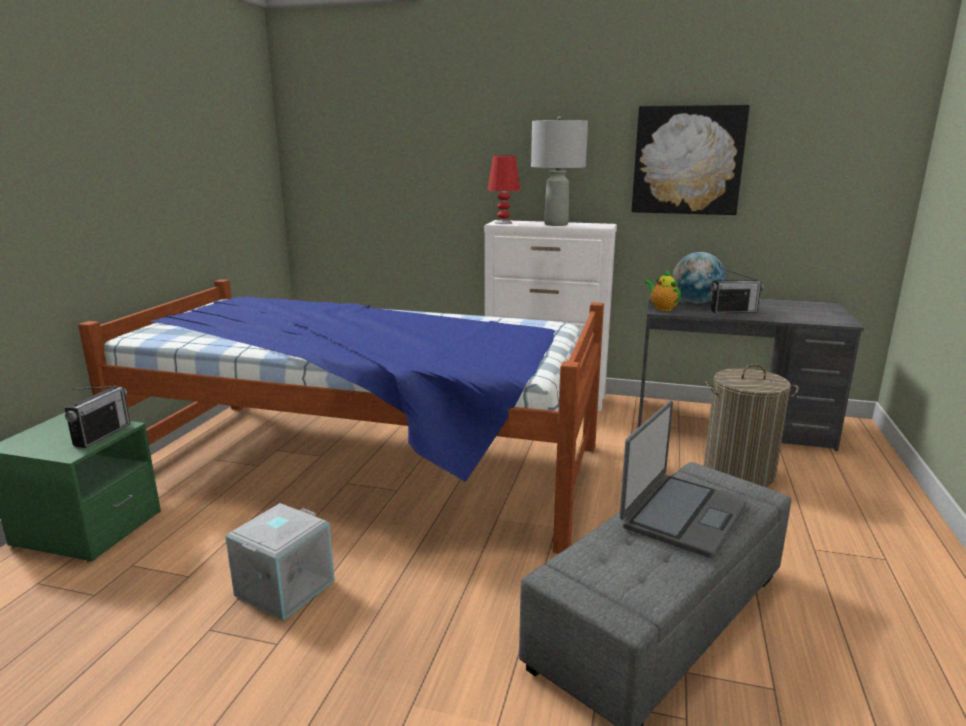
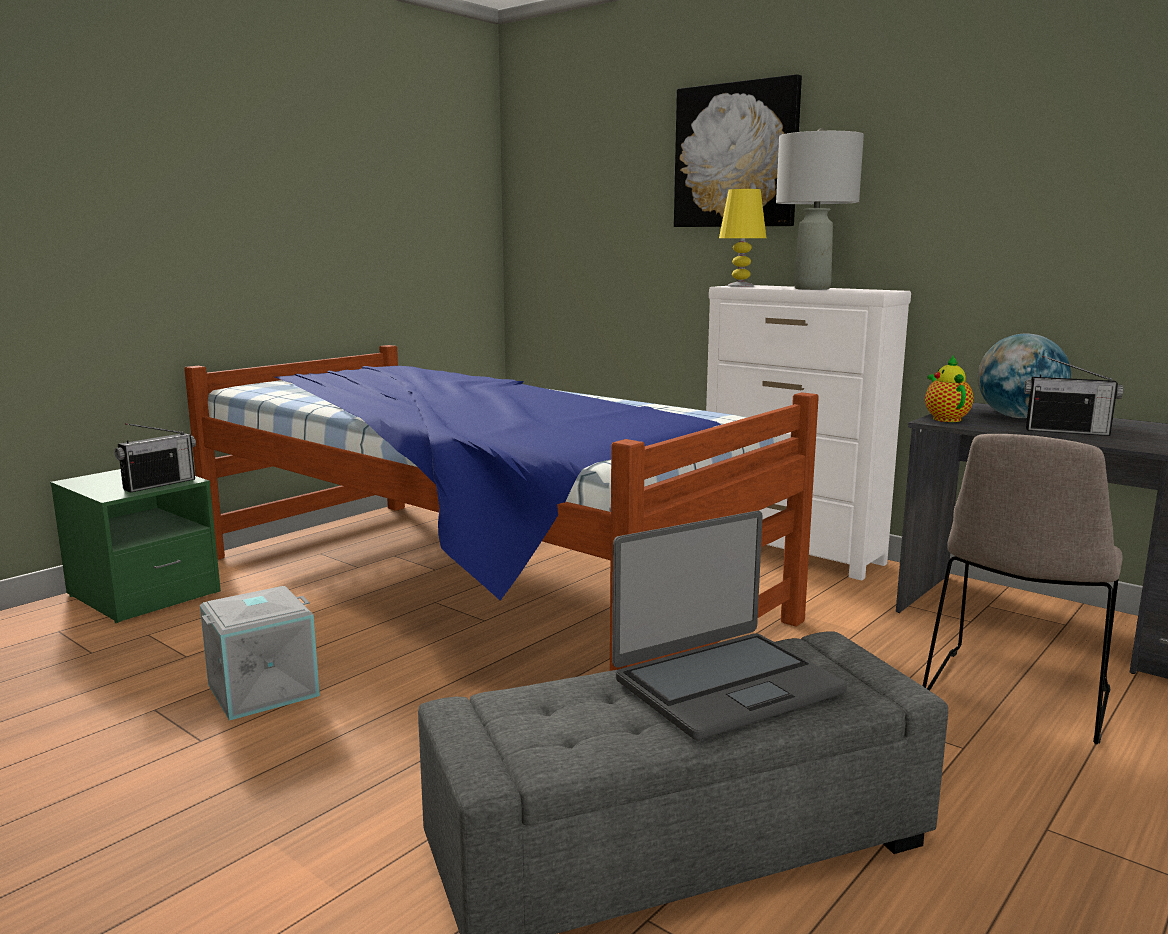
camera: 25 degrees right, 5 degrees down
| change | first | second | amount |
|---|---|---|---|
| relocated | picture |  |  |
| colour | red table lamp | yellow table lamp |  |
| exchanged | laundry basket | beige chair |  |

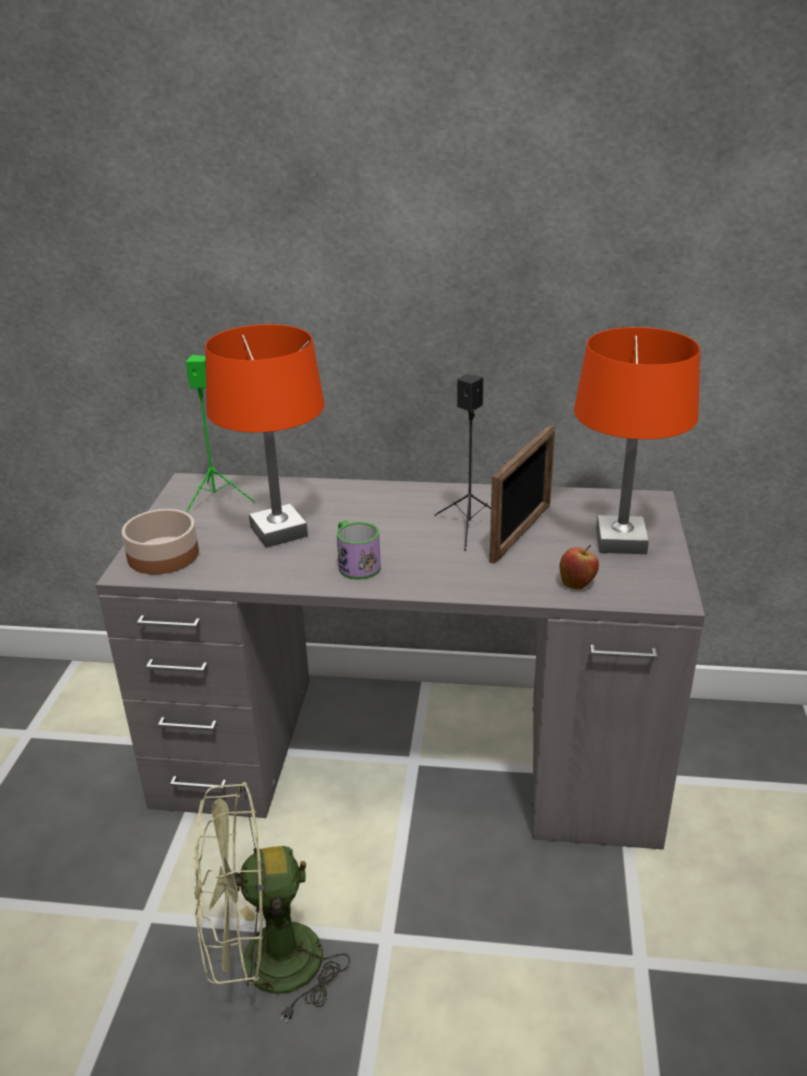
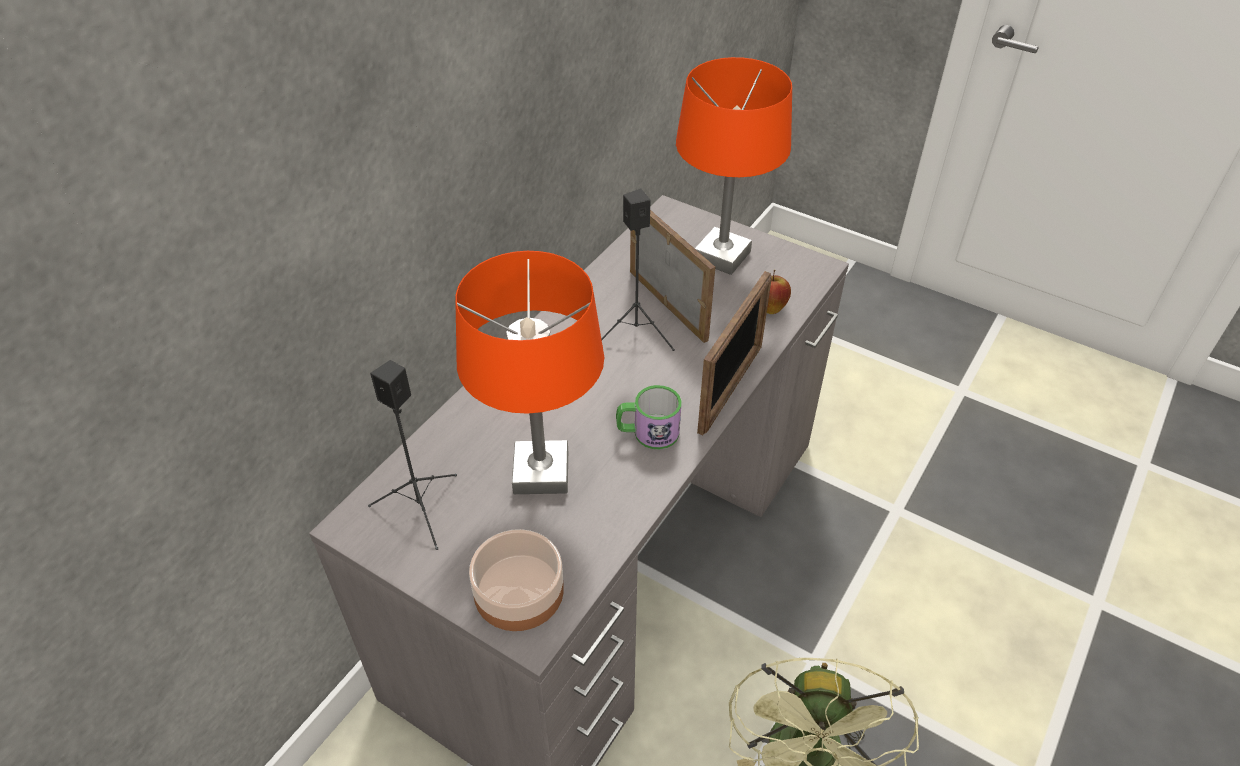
camera: 65 degrees left, 15 degrees up
| change | first | second | amount |
|---|---|---|---|
| colour | green speaker | black speaker (no. 1 from left) |  |
| appeared |  | picture frame (no. 2 from left) |  |

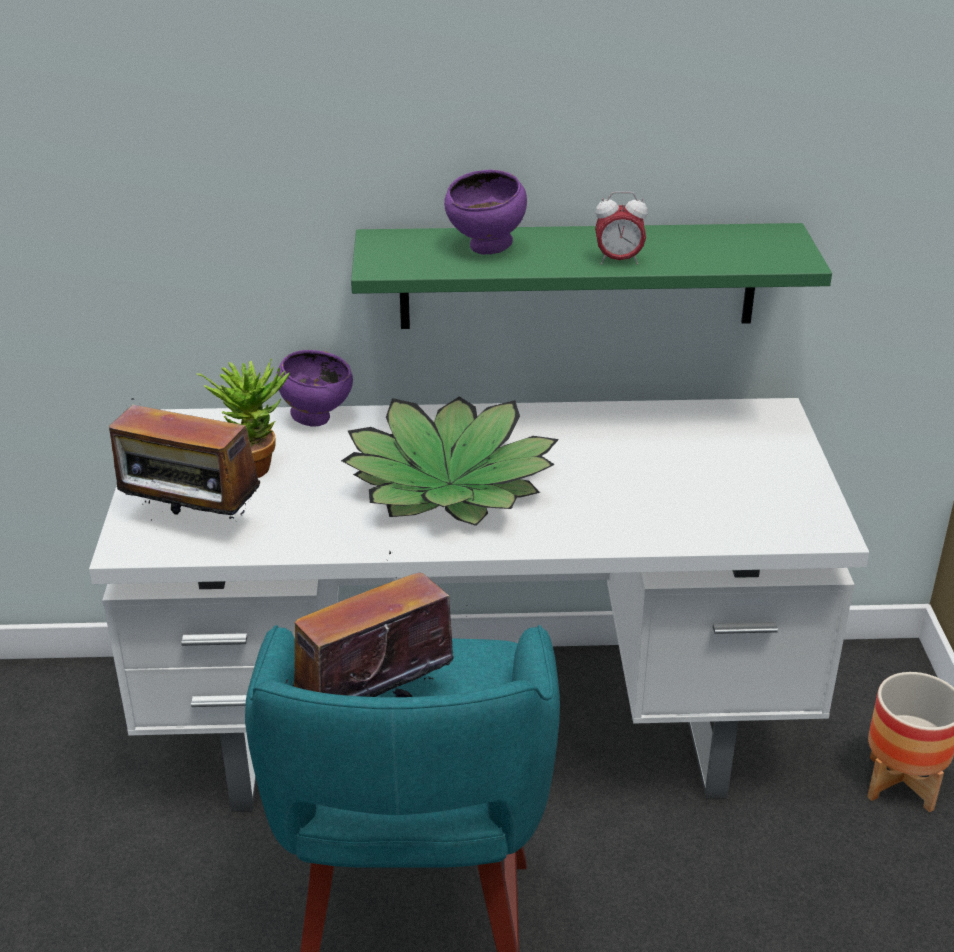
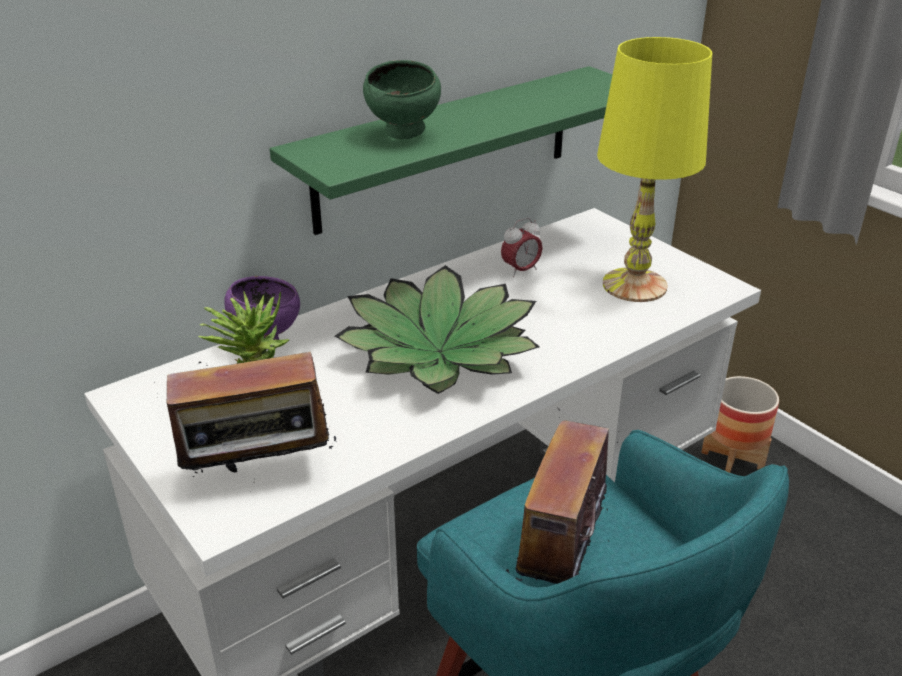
camera: 35 degrees left, 0 degrees up
| change | first | second | amount |
|---|---|---|---|
| colour | purple bowl (no. 2 from left) | green bowl |  |
| relocated | alarm clock |  |  |
| appeared |  | yellow table lamp |  |

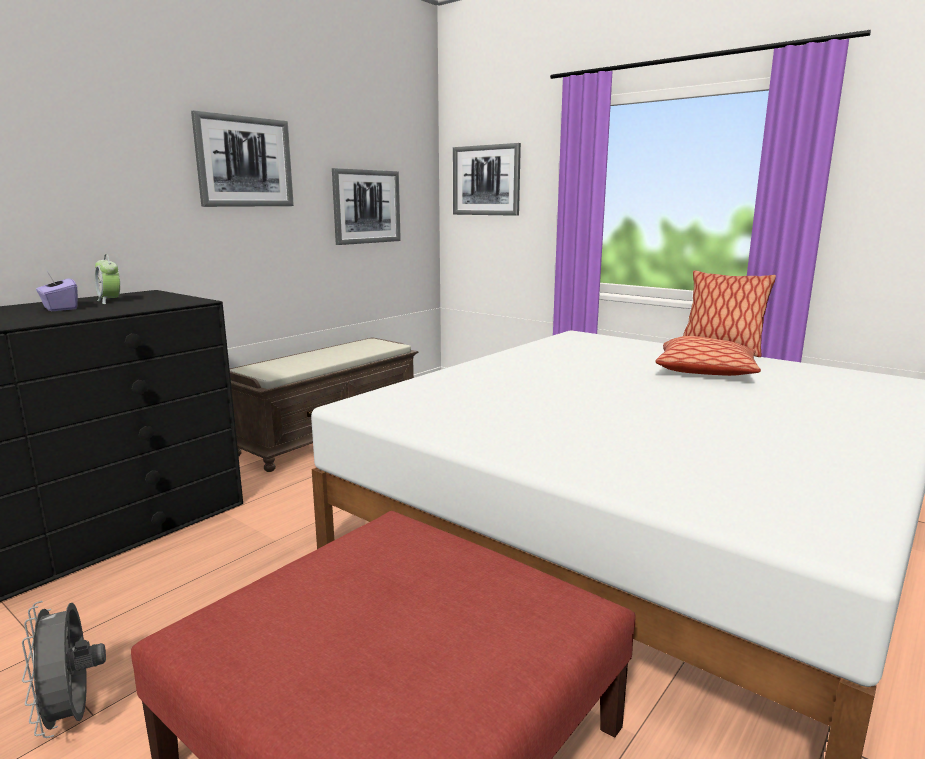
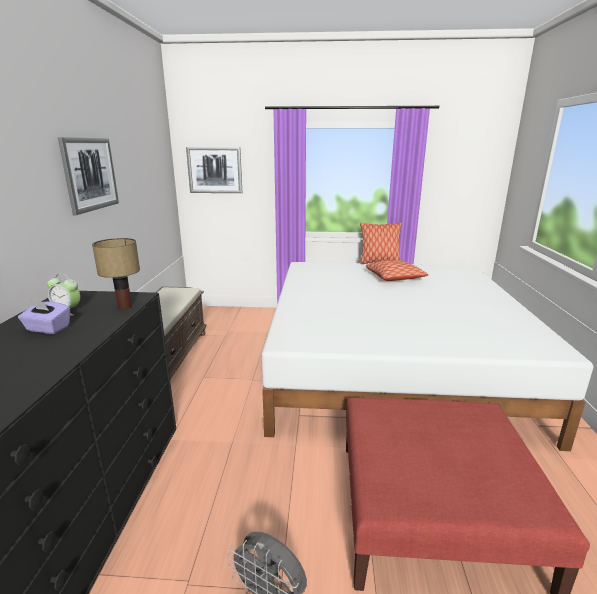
camera: 35 degrees left, 5 degrees up
| change | first | second | amount |
|---|---|---|---|
| missing | picture (no. 2 from left) |  |  |
| appeared |  | table lamp |  |

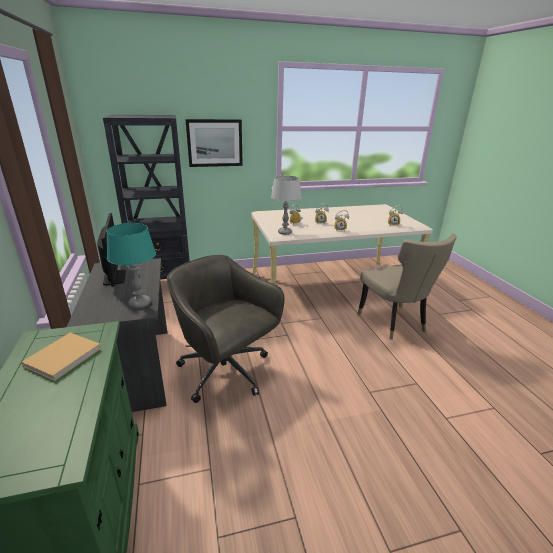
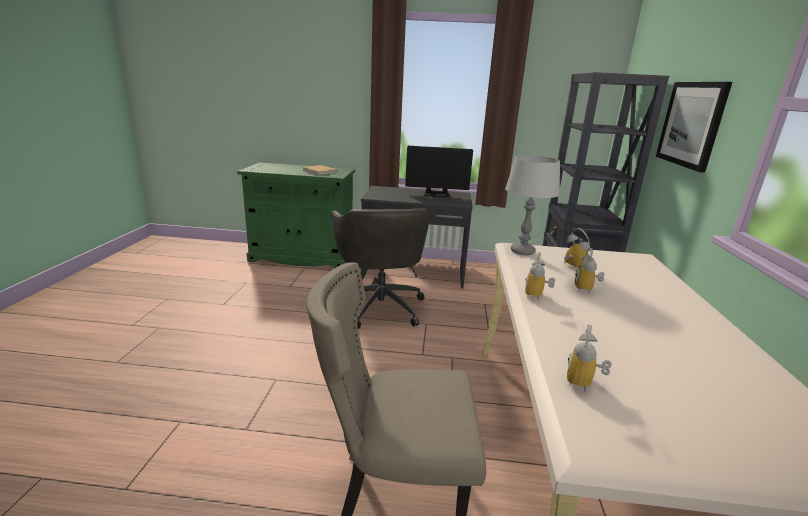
camera: 110 degrees right, 5 degrees down
| change | first | second | amount |
|---|---|---|---|
| missing | turquoise table lamp |  |  |
| spun | grey office chair |  | 105 degrees clockwise |

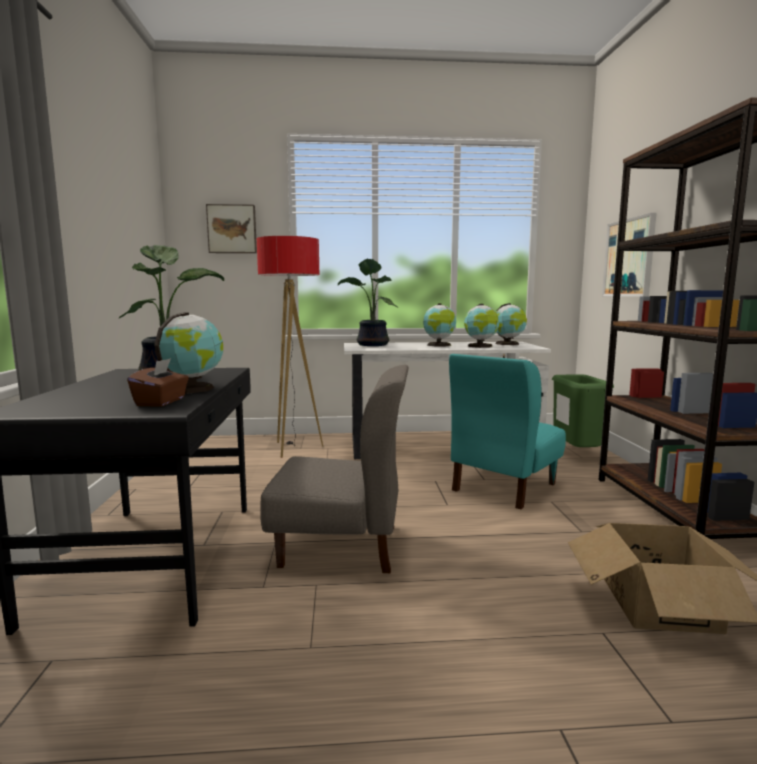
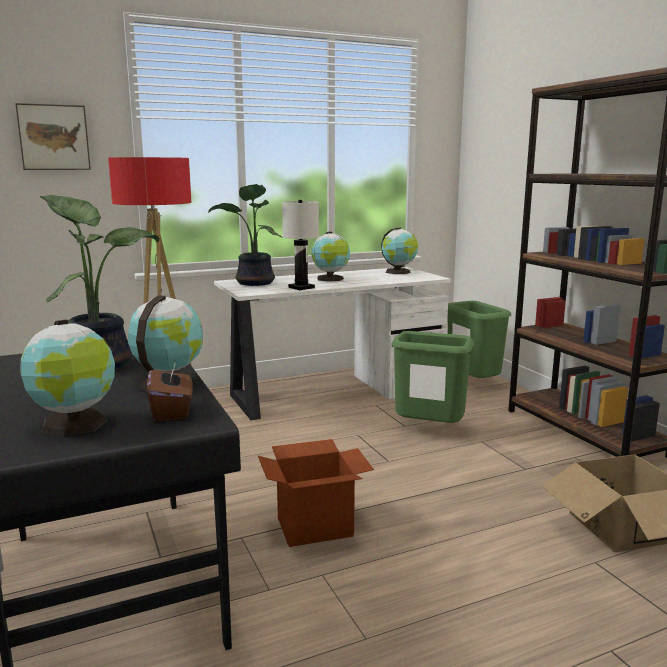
camera: 20 degrees left, 5 degrees up
| change | first | second | amount |
|---|---|---|---|
| missing | picture (no. 2 from left) |  |  |
| relocated | globe (no. 3 from left in the first image) | globe (no. 1 from left) |  |
| exchanged | turquoise chair | green trash can (no. 1 from left) |  |
| exchanged | grey chair | cardboard box (no. 1 from left) |  |
| appeared |  | white table lamp |  |

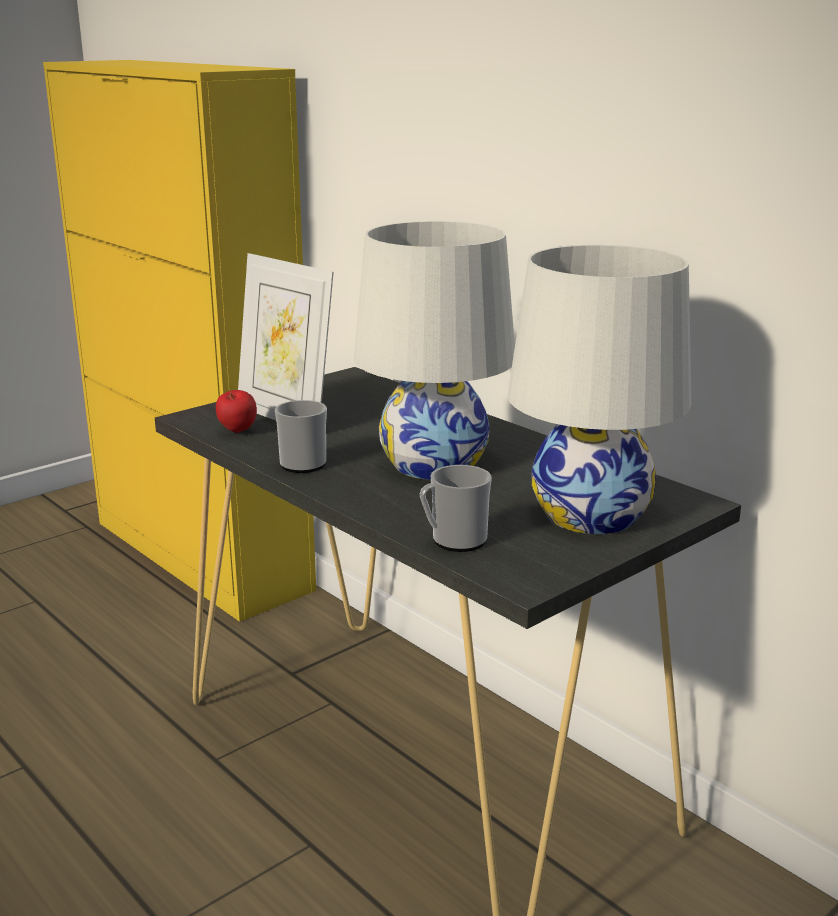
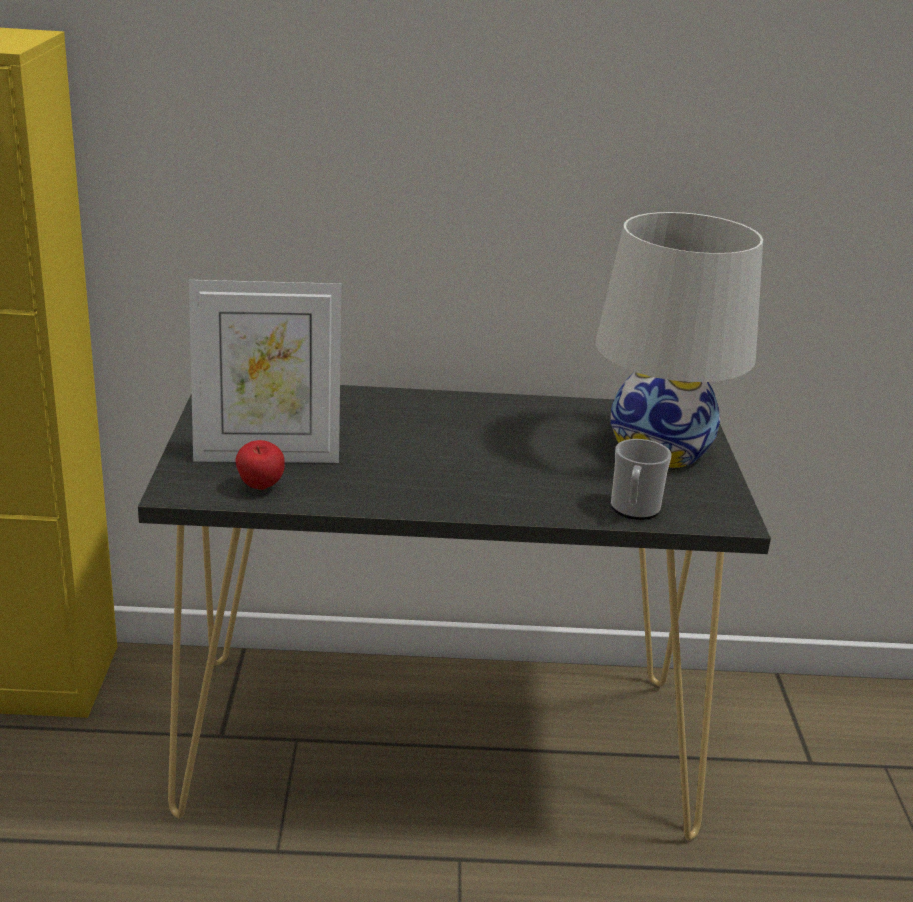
camera: 50 degrees left, 5 degrees up
| change | first | second | amount |
|---|---|---|---|
| missing | white table lamp (no. 1 from left) |  |  |
| missing | mug (no. 1 from left) |  |  |

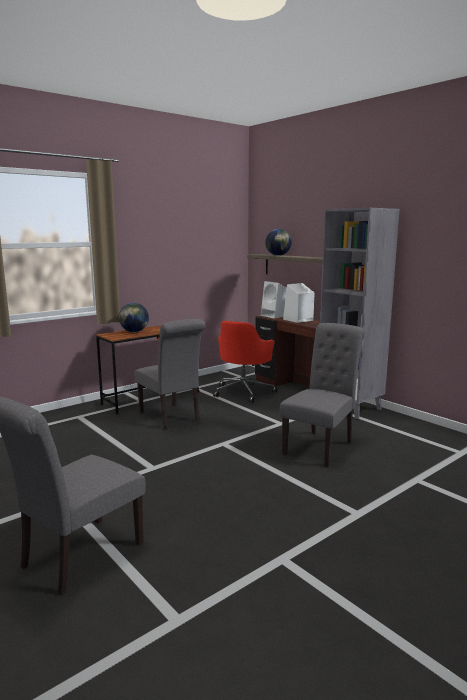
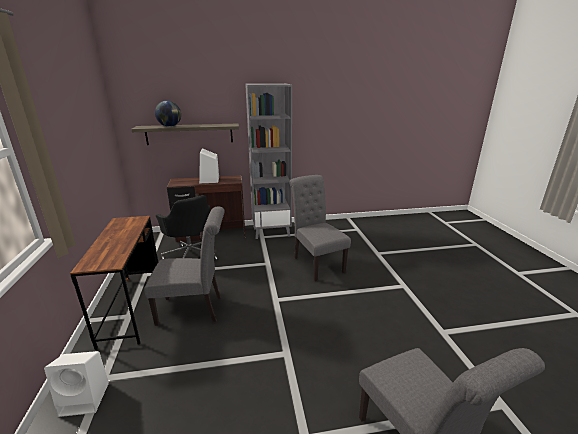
camera: 60 degrees left, 10 degrees up
| change | first | second | amount |
|---|---|---|---|
| relocated | white speaker (no. 1 from left) |  |  |
| missing | globe (no. 1 from left) |  |  |
| colour | red office chair | black office chair |  |

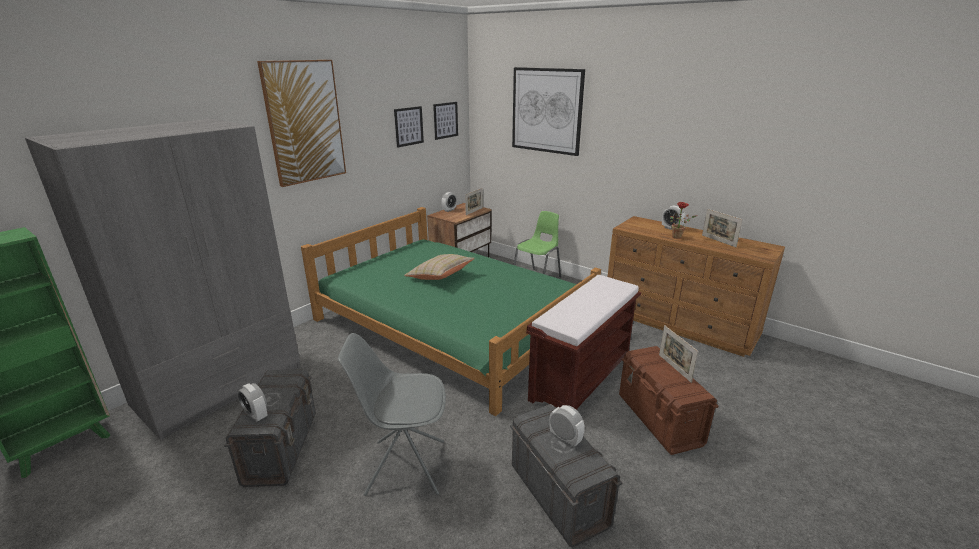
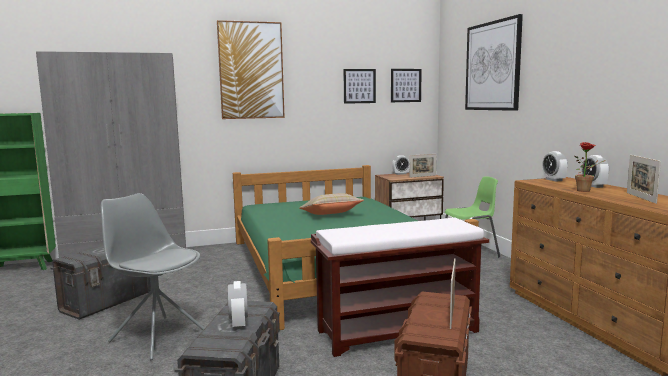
camera: 35 degrees right, 15 degrees down
| change | first | second | amount |
|---|---|---|---|
| relocated | alarm clock (no. 1 from left in the first image) | alarm clock (no. 3 from left) |  |

